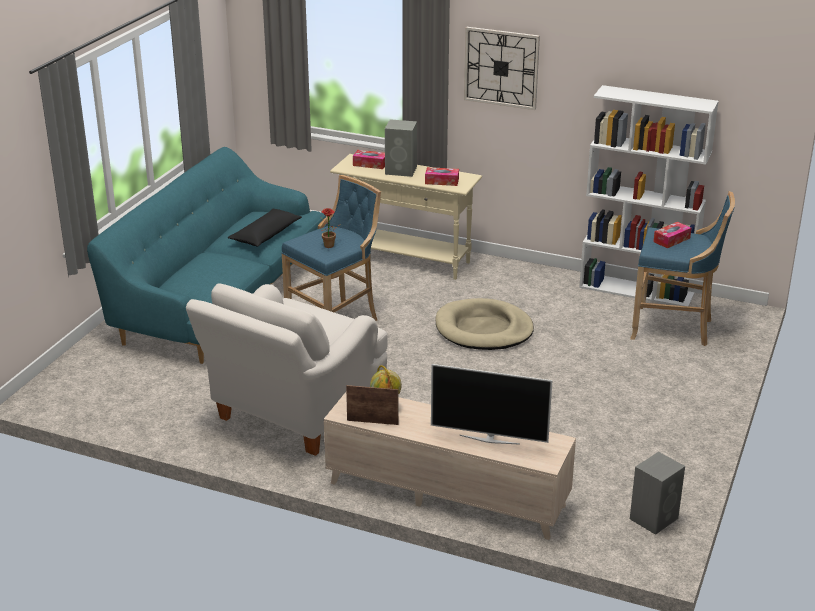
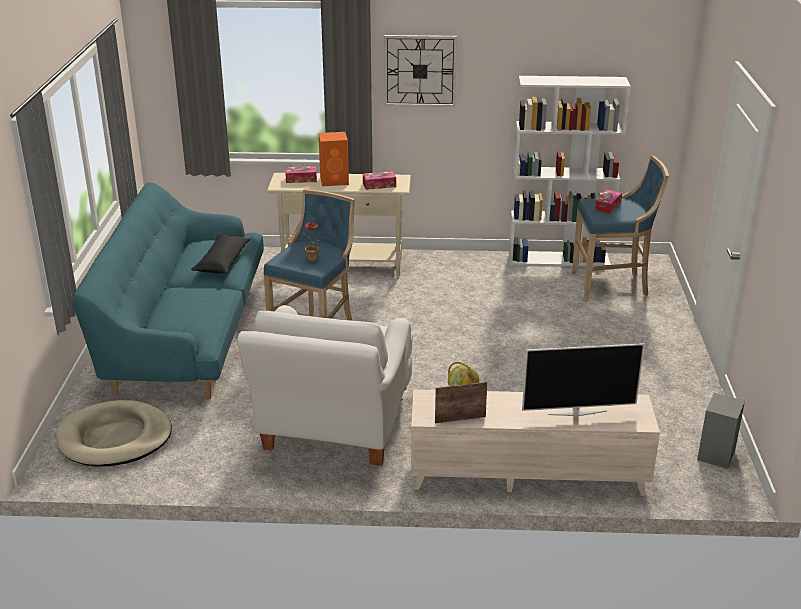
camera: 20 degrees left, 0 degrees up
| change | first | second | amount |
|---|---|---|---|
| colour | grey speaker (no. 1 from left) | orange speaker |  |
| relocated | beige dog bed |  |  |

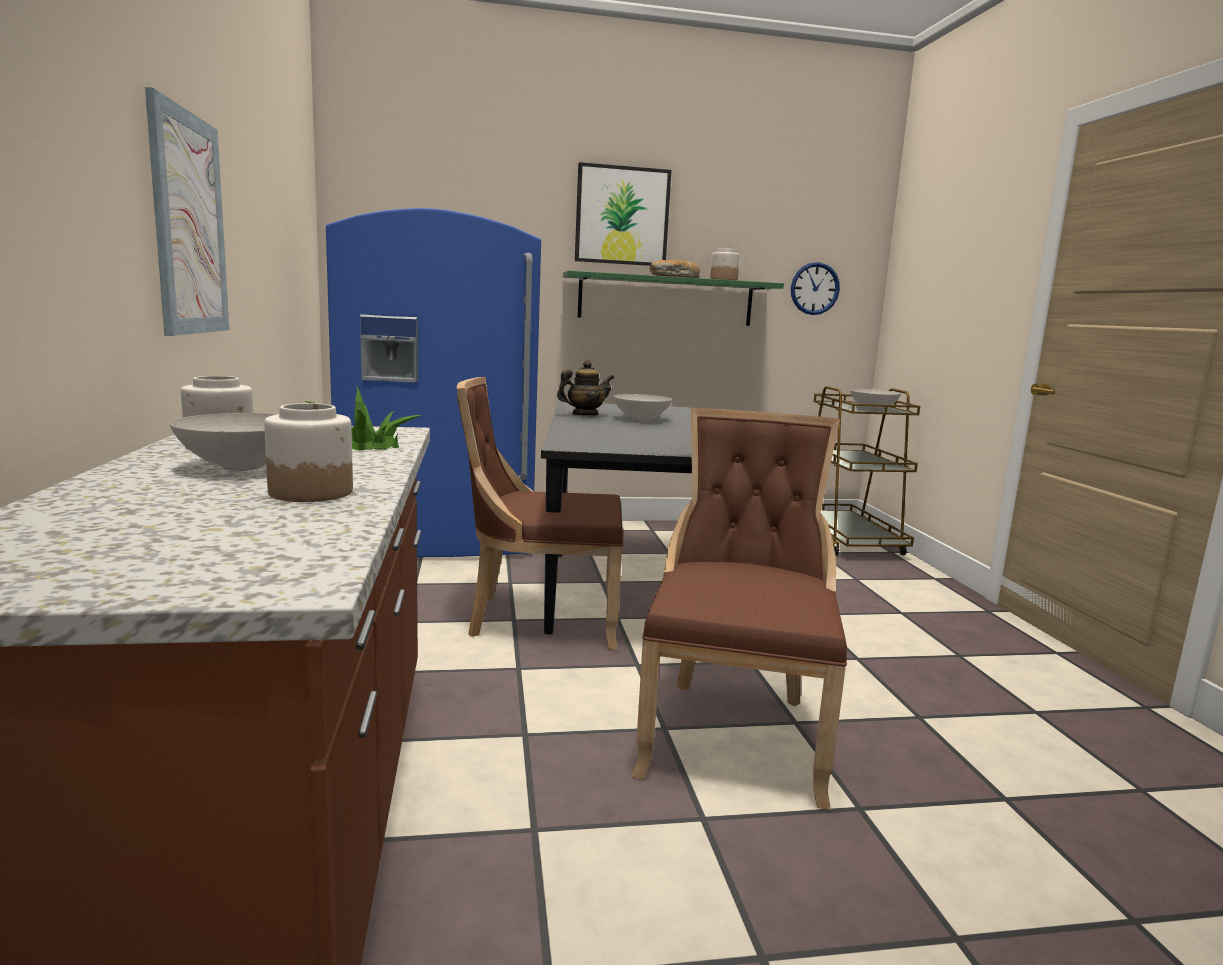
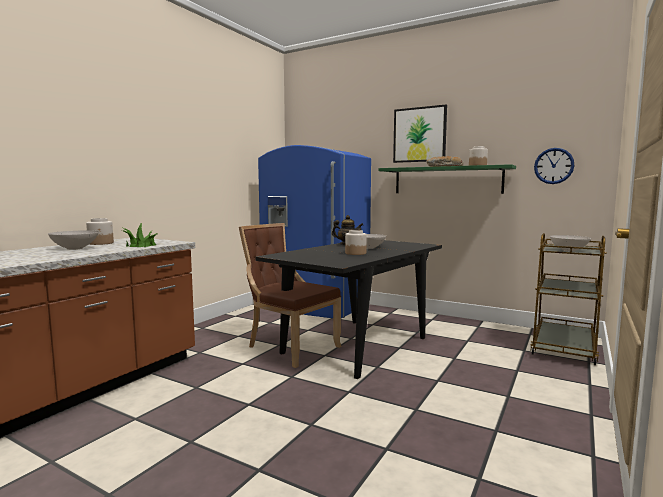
camera: 40 degrees right, 5 degrees down
| change | first | second | amount |
|---|---|---|---|
| missing | picture (no. 1 from left) |  |  |
| relocated | jar (no. 2 from left) |  |  |
| missing | brown chair (no. 2 from left) |  |  |

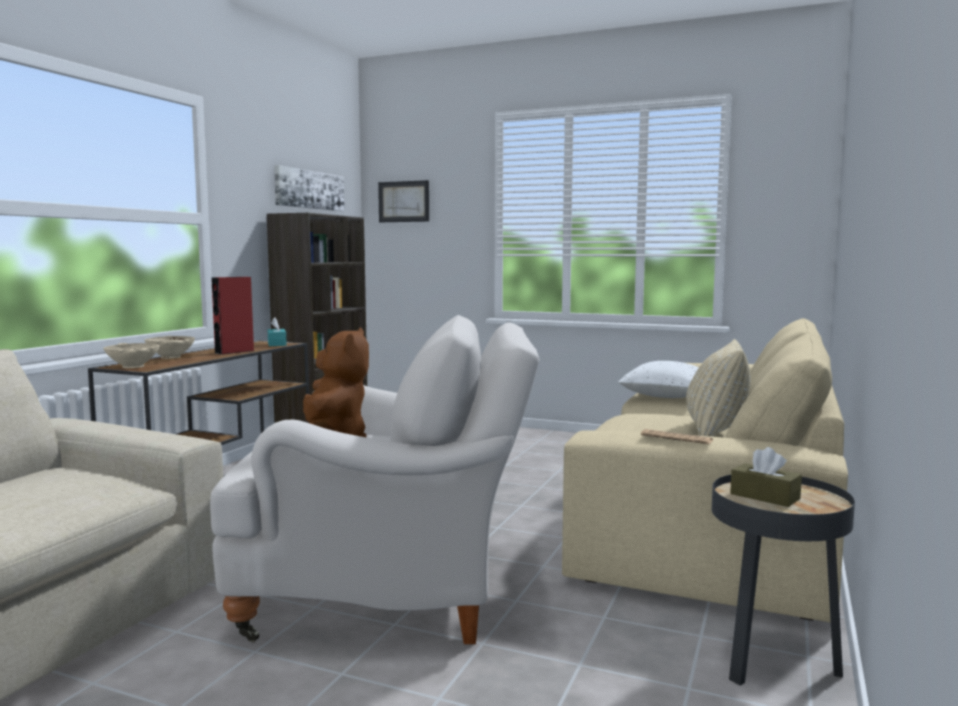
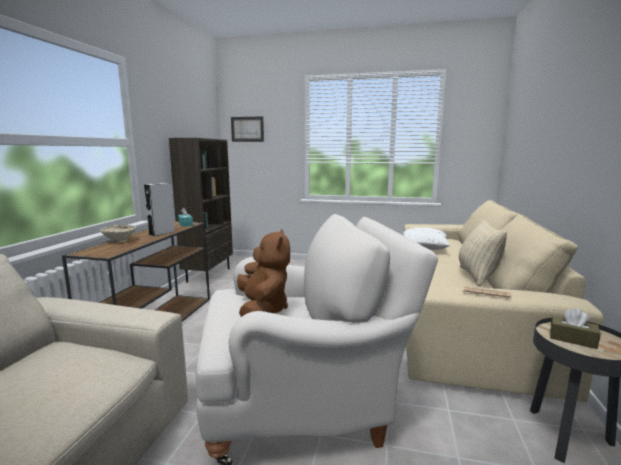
camera: 10 degrees left, 5 degrees up
| change | first | second | amount |
|---|---|---|---|
| missing | picture (no. 1 from left) |  |  |
| colour | red speaker | grey speaker |  |
| missing | beige bowl (no. 1 from left) |  |  |

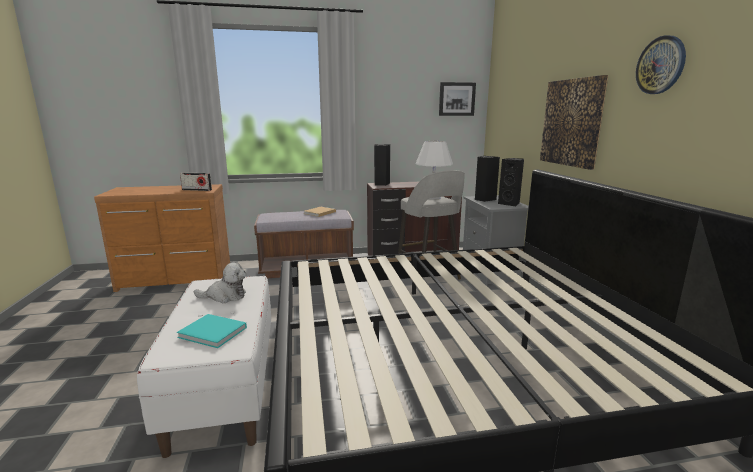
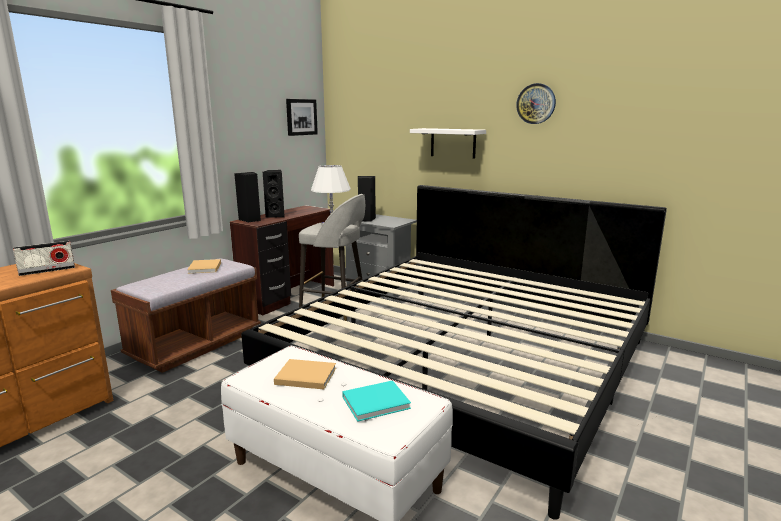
camera: 45 degrees left, 0 degrees up
| change | first | second | amount |
|---|---|---|---|
| exchanged | picture (no. 2 from left) | white shelf |  |
| relocated | black speaker (no. 3 from left in the first image) | black speaker (no. 2 from left) |  |
| exchanged | plush toy | beige book (no. 2 from left) |  |

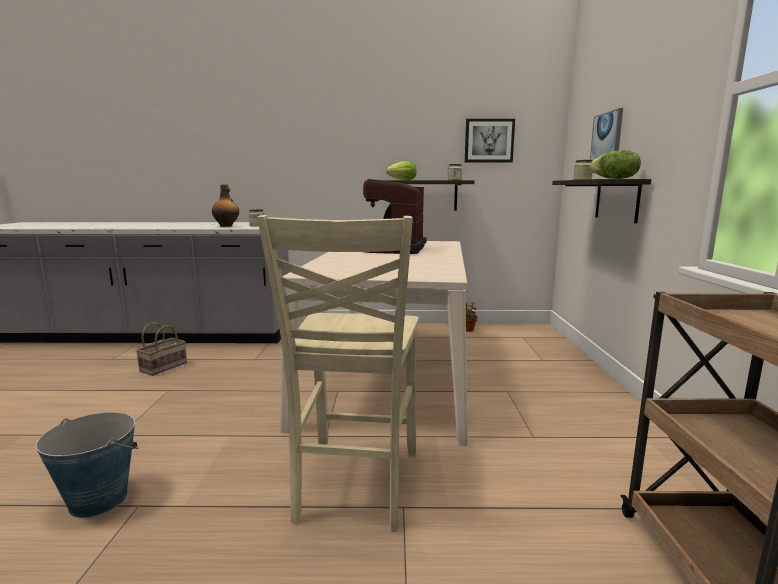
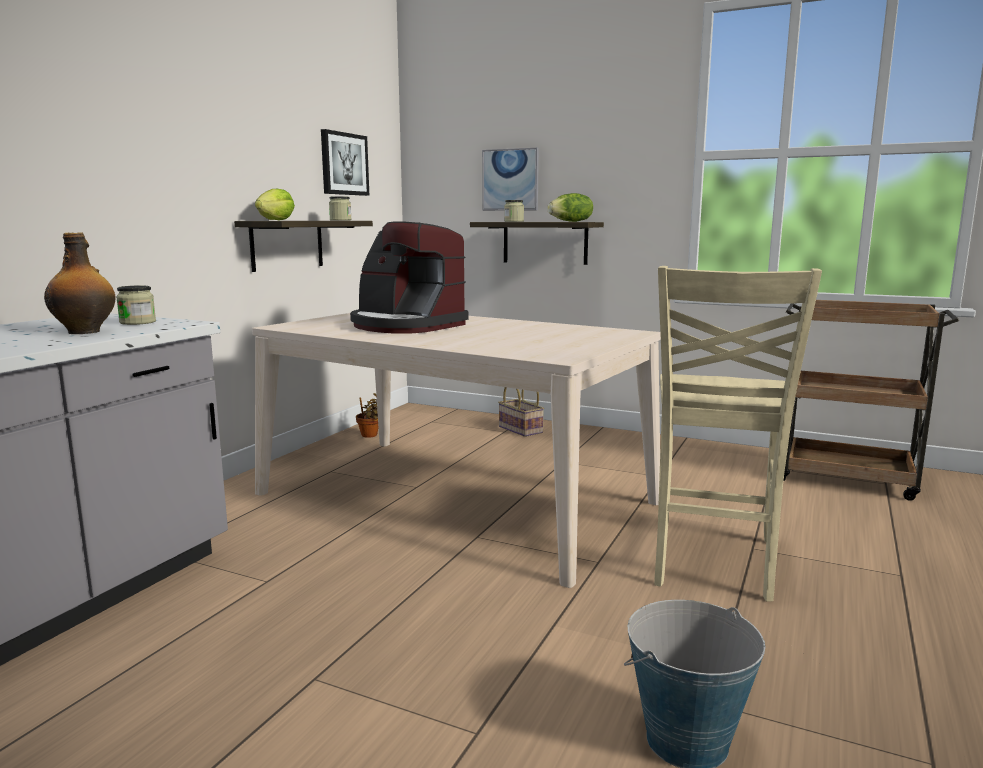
camera: 65 degrees left, 0 degrees up
| change | first | second | amount |
|---|---|---|---|
| spun | beige chair |  | 75 degrees clockwise |
| relocated | basket |  |  |

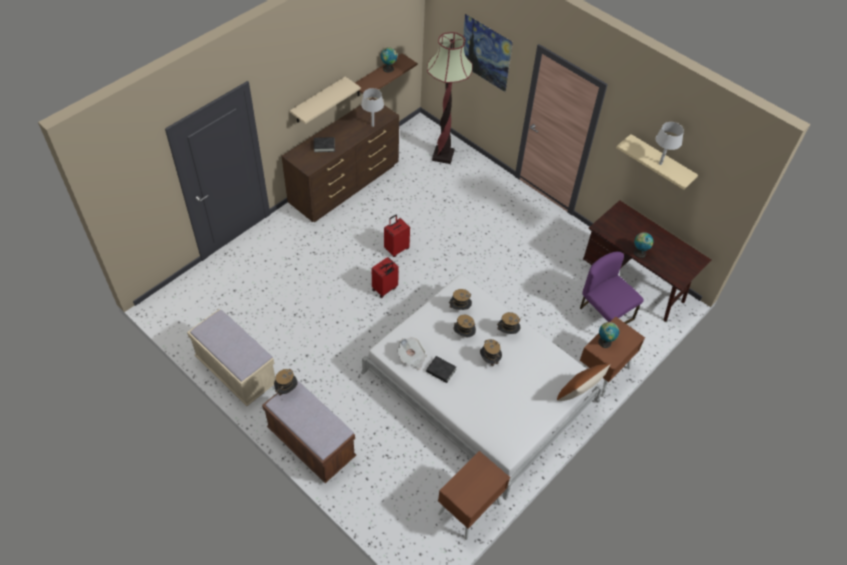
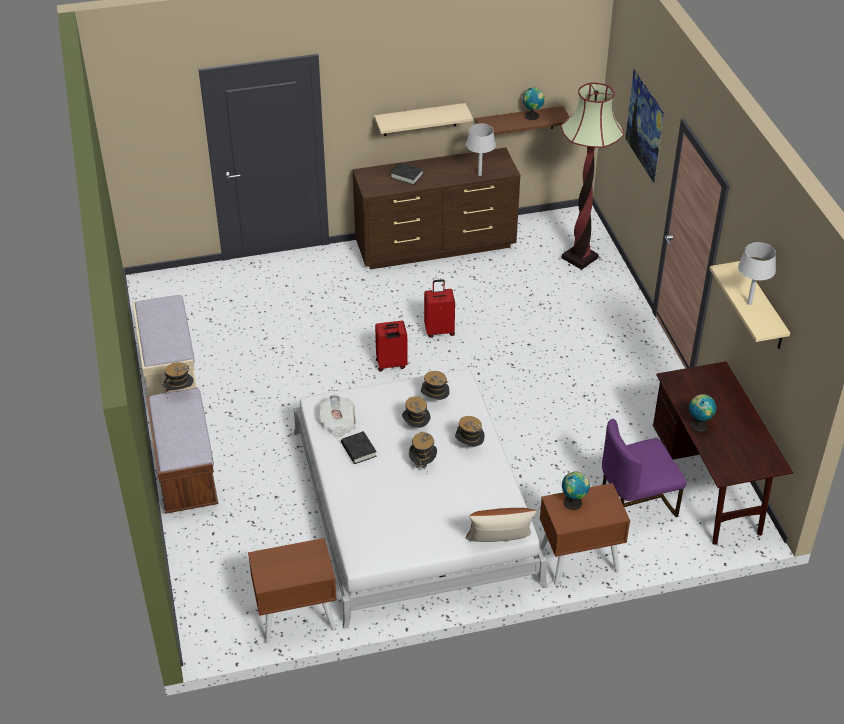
camera: 35 degrees right, 10 degrees down
| change | first | second | amount |
|---|---|---|---|
| spun | purple chair |  | 105 degrees counterclockwise |

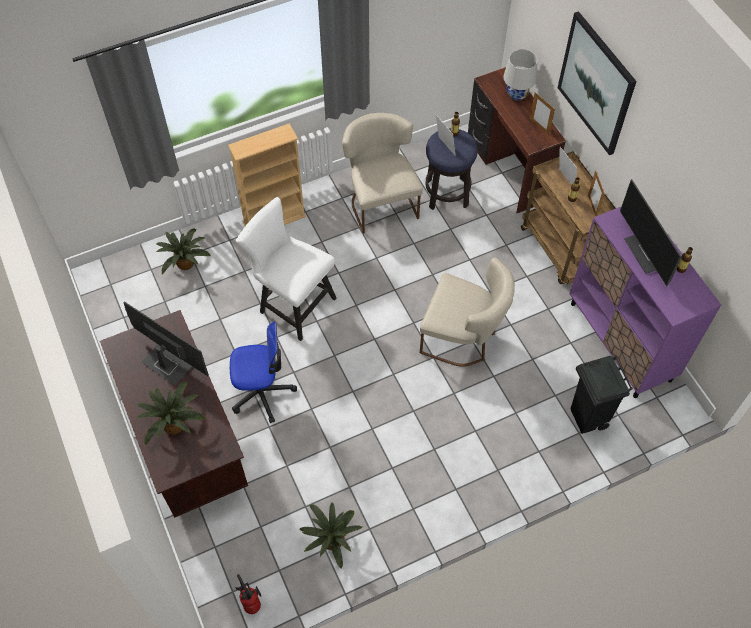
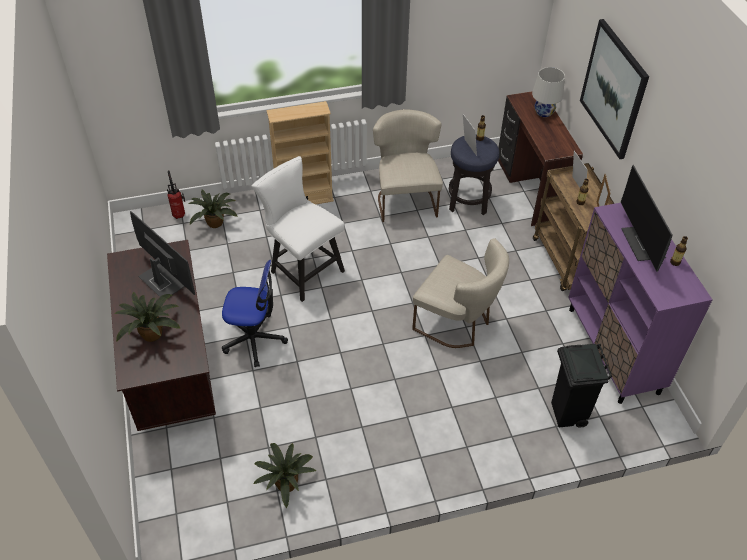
camera: 10 degrees right, 10 degrees down
| change | first | second | amount |
|---|---|---|---|
| missing | picture frame (no. 2 from left) |  |  |
| relocated | fire extinguisher |  |  |

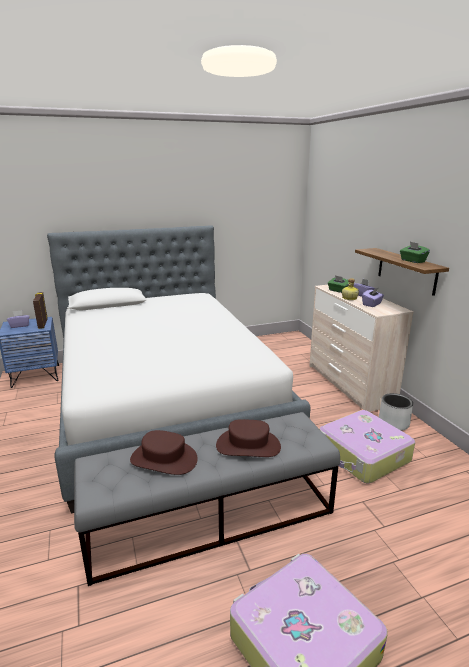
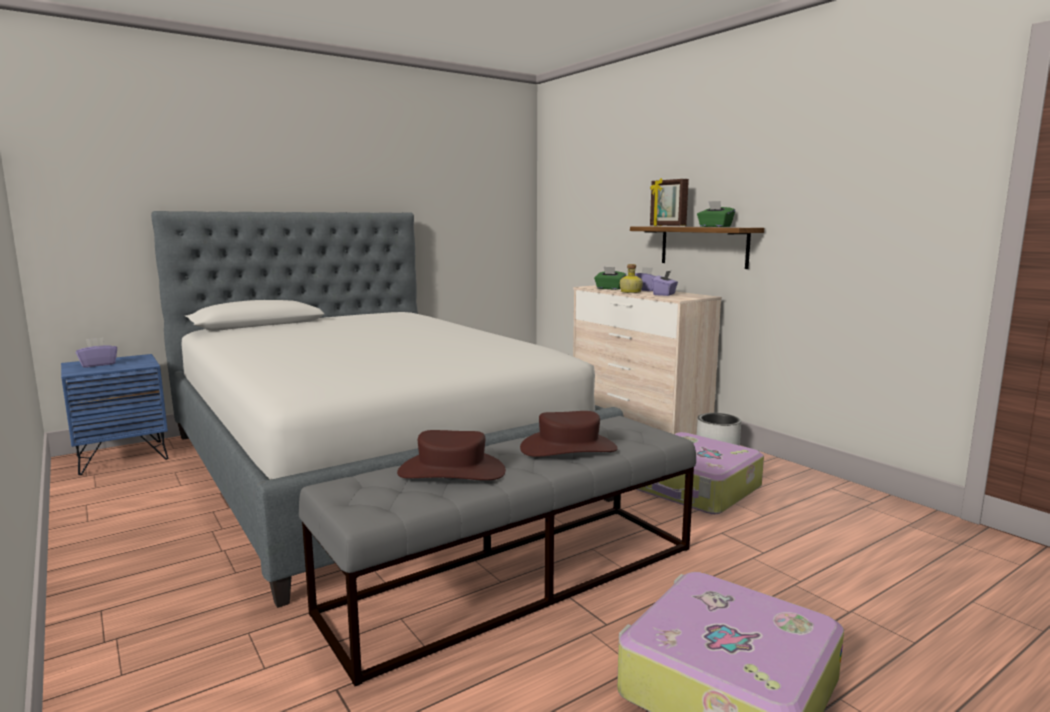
camera: 15 degrees left, 10 degrees down
| change | first | second | amount |
|---|---|---|---|
| relocated | picture frame |  |  |

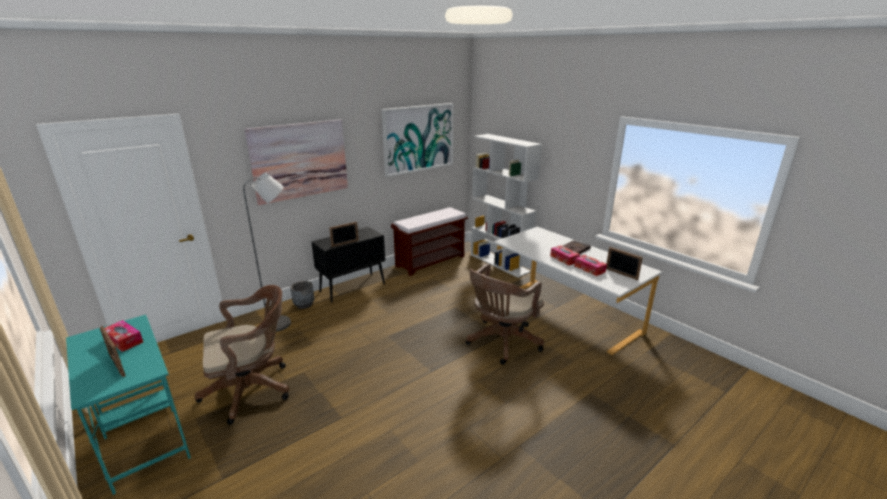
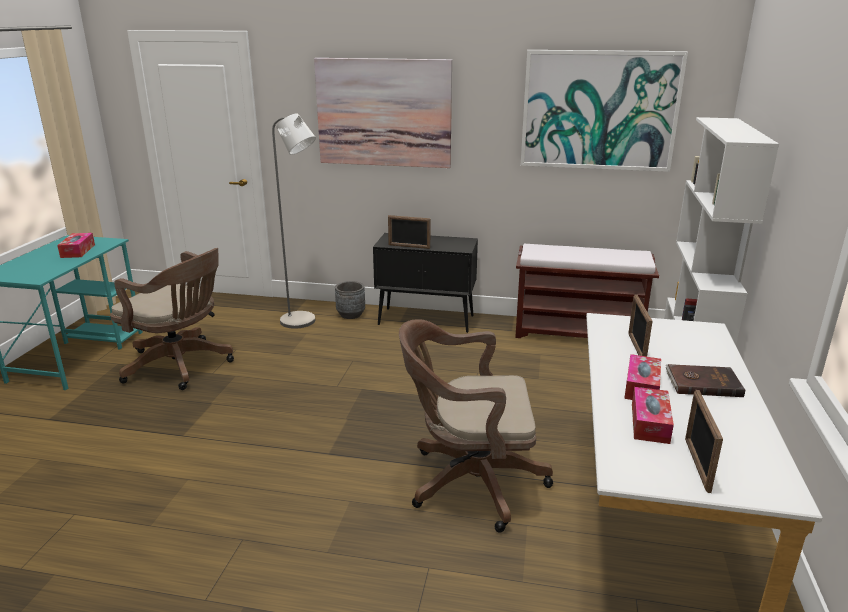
camera: 50 degrees right, 0 degrees up
| change | first | second | amount |
|---|---|---|---|
| relocated | picture frame (no. 1 from left in the first image) | picture frame (no. 2 from left) |  |

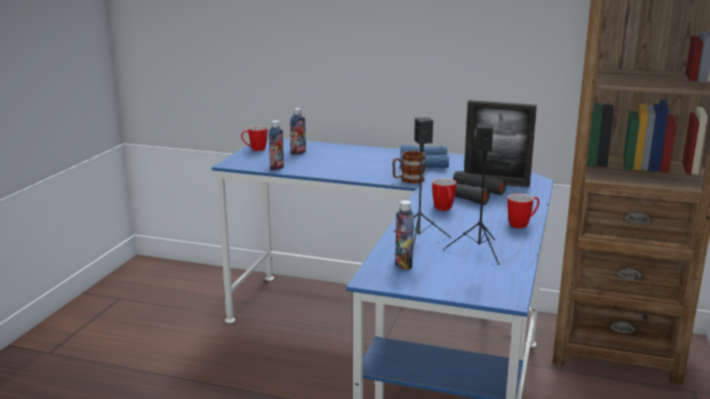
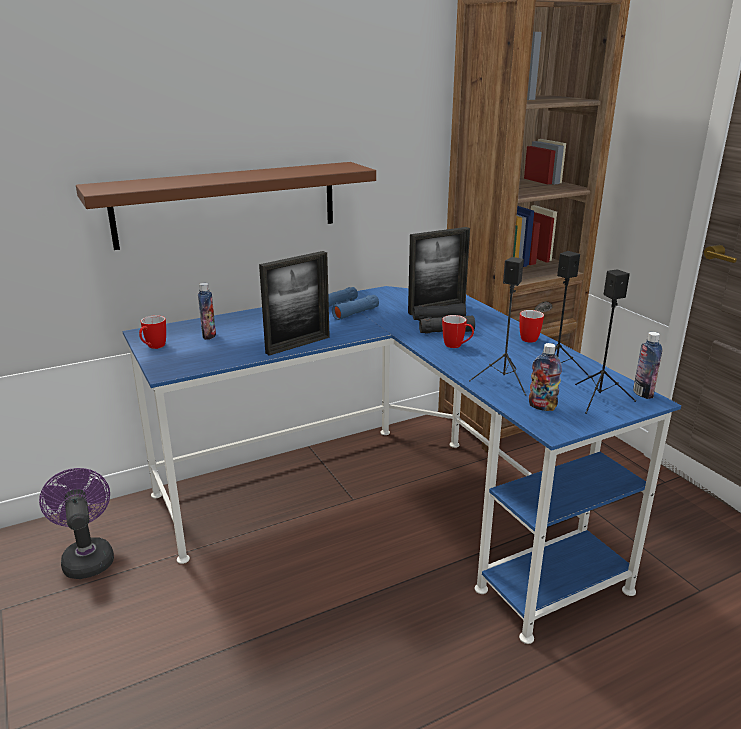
camera: 45 degrees left, 5 degrees up
| change | first | second | amount |
|---|---|---|---|
| relocated | bottle (no. 1 from left in the first image) | bottle (no. 3 from left) |  |
| missing | mug (no. 2 from left) |  |  |
| appeared |  | brown shelf |  |
| appeared |  | picture frame (no. 1 from left) |  |
| appeared |  | black speaker (no. 3 from left) |  |
| appeared |  | purple fan |  |

